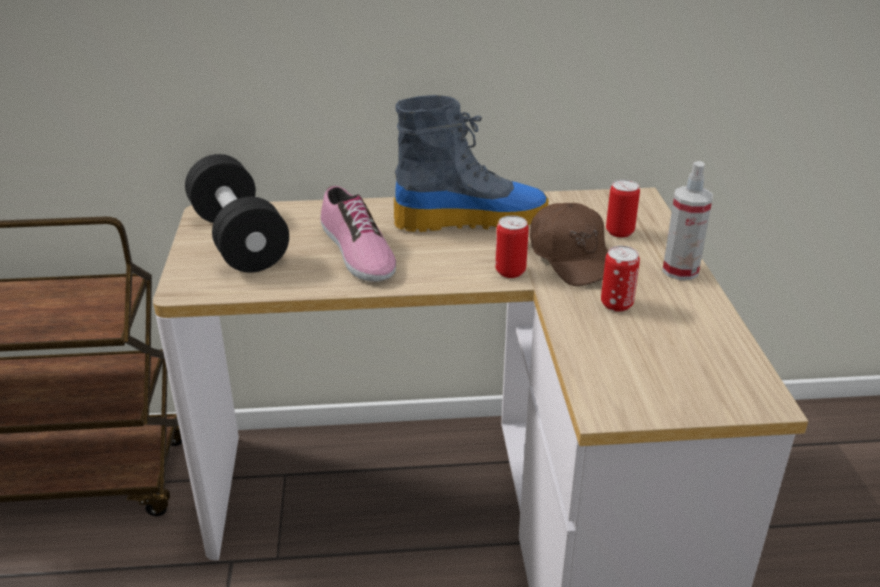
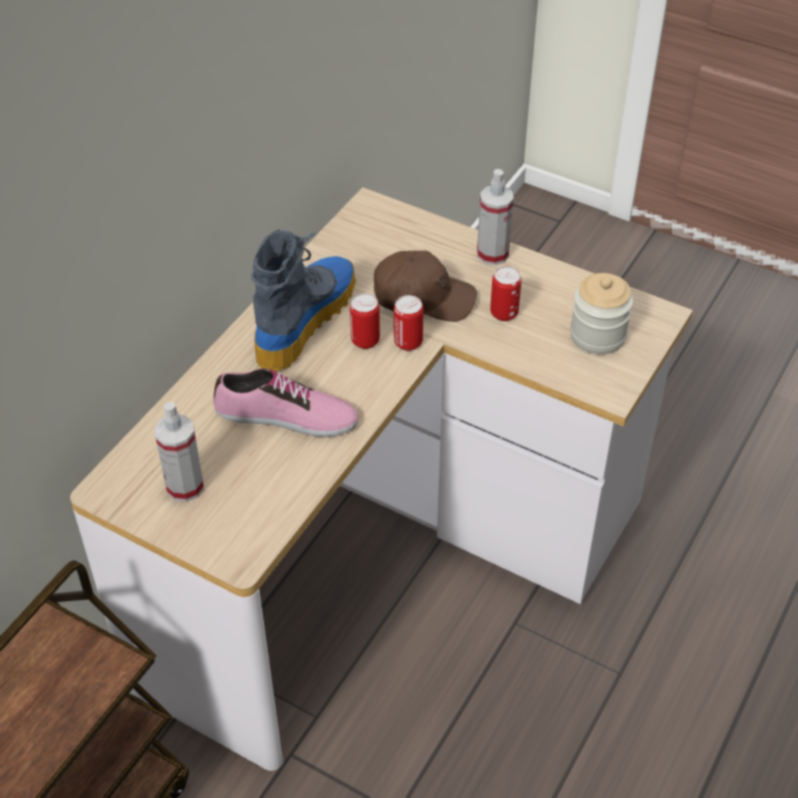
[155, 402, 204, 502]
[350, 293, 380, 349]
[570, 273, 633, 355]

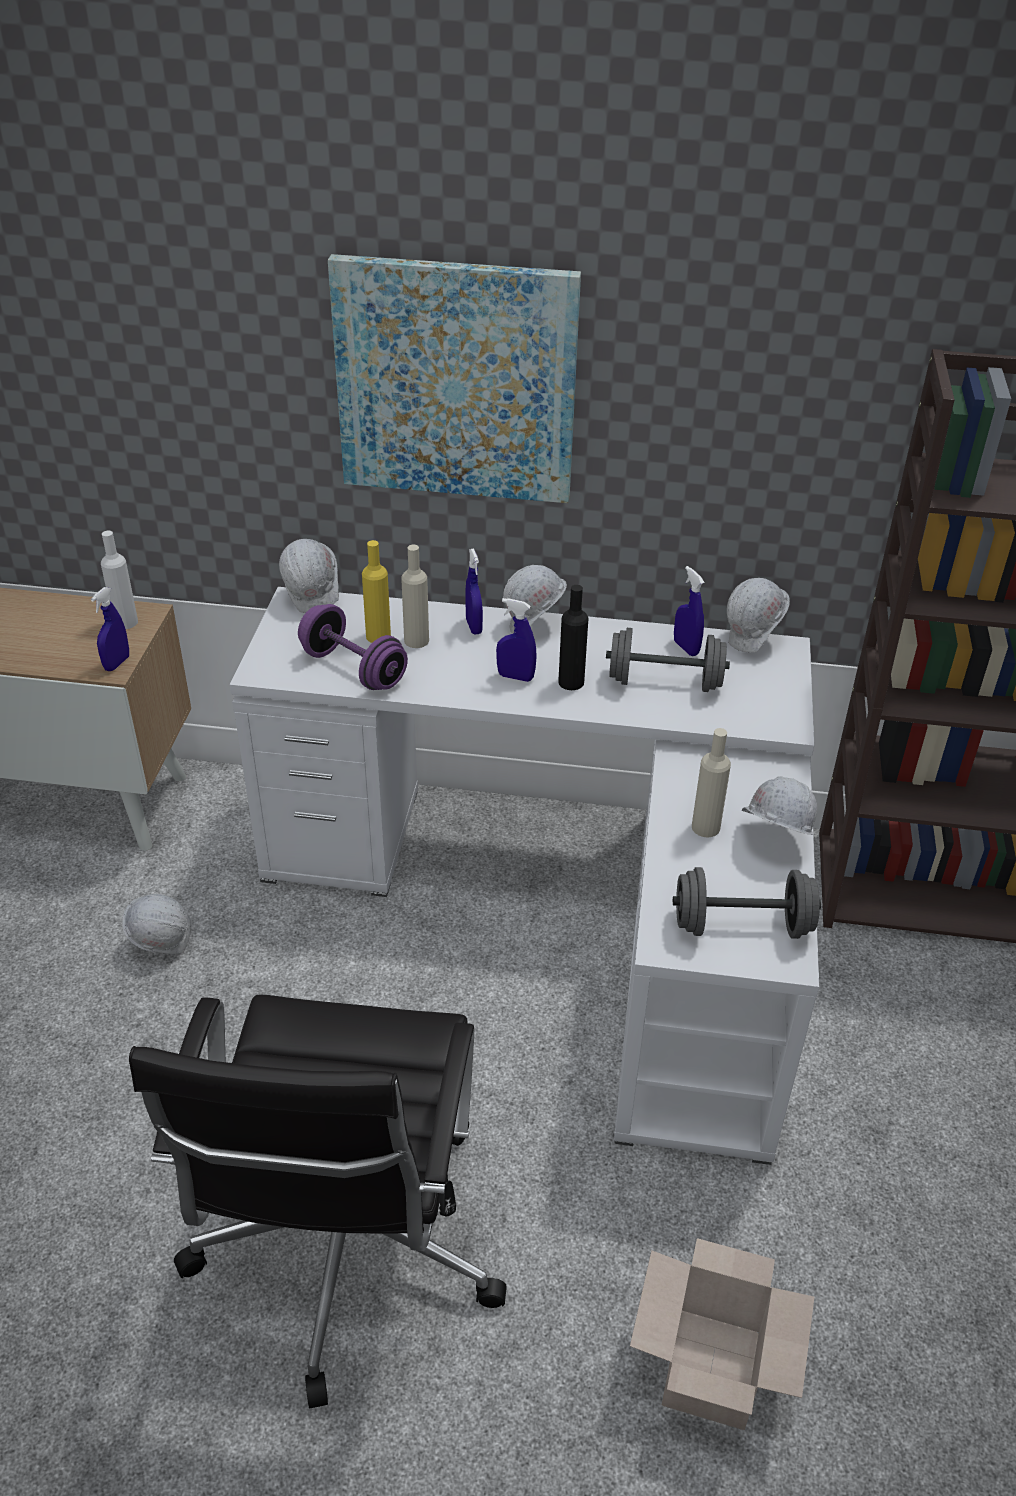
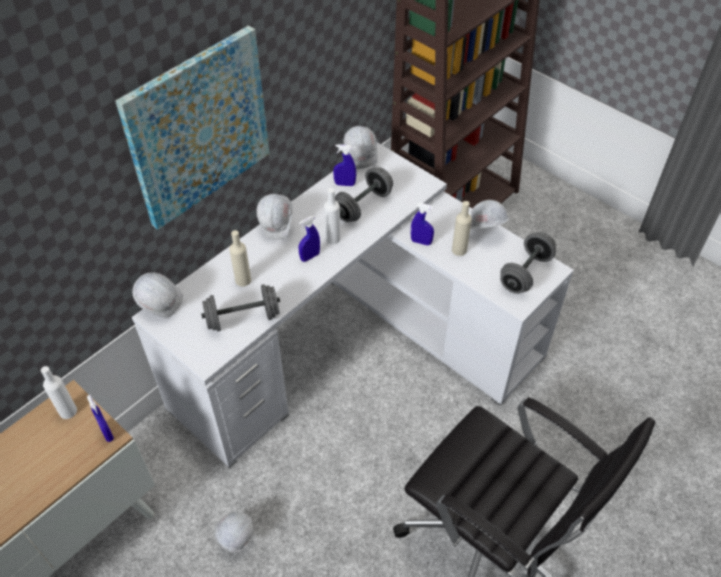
[362, 540, 391, 643] (first image)
[411, 203, 434, 245]
[324, 188, 341, 244]
[201, 284, 280, 332]
[630, 1238, 814, 1430] (first image)

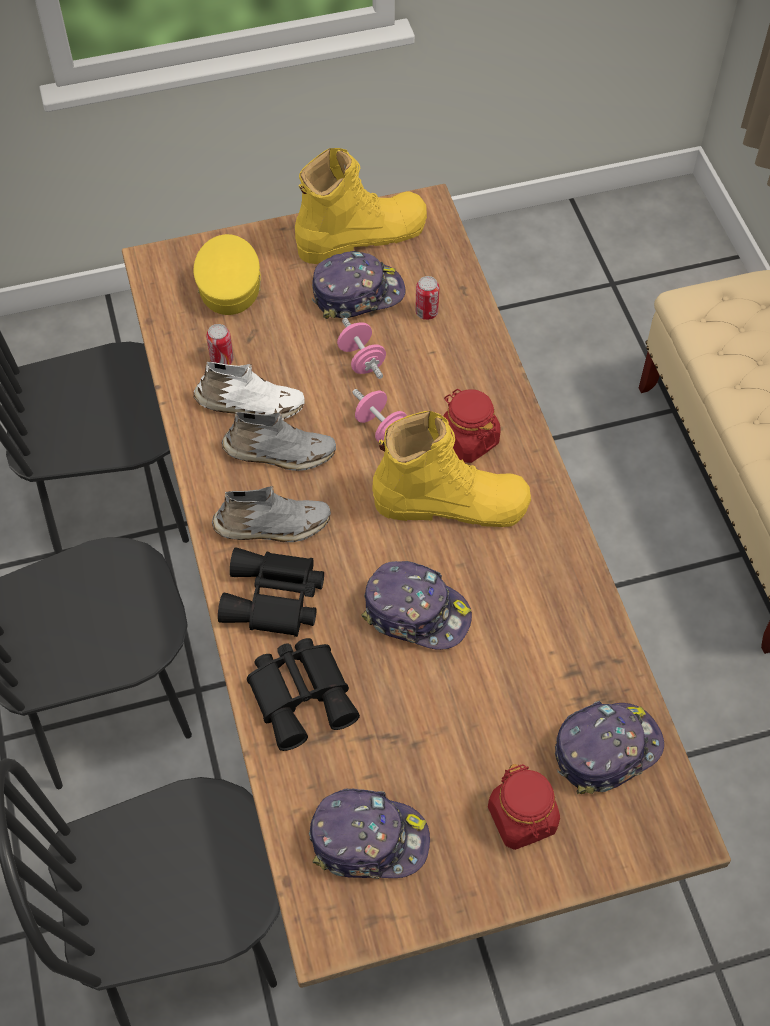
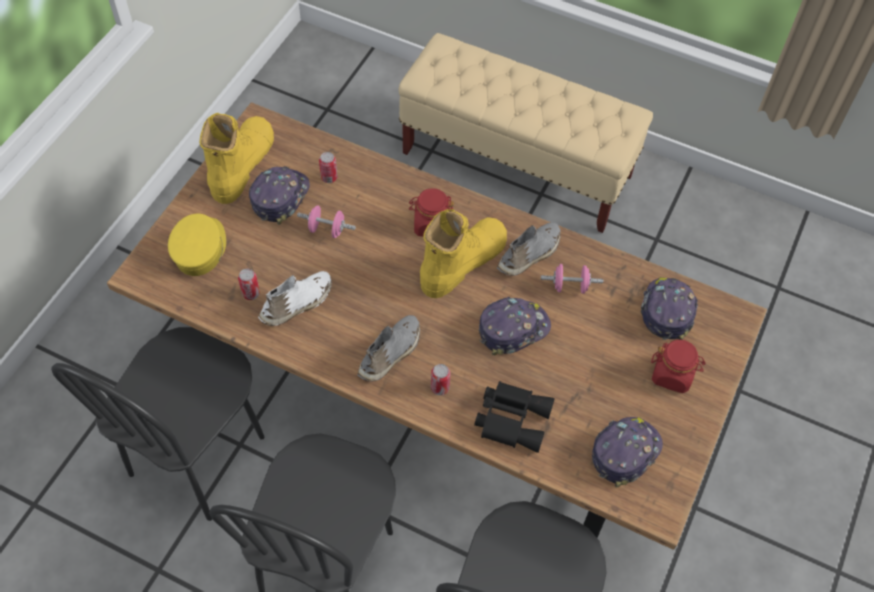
[168, 214, 226, 276]
[541, 264, 603, 294]
[497, 222, 561, 276]
[431, 364, 451, 395]

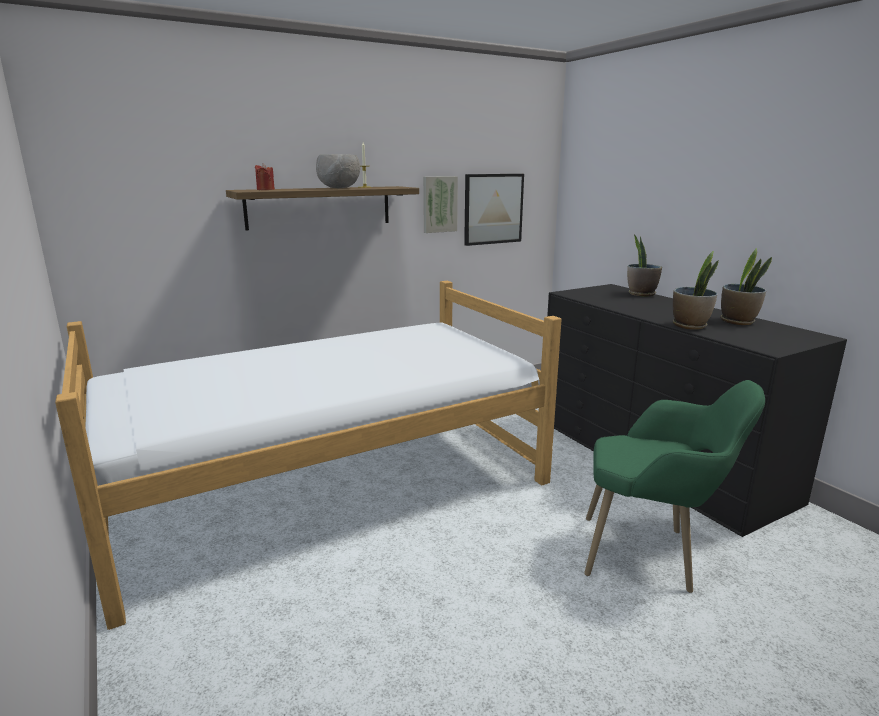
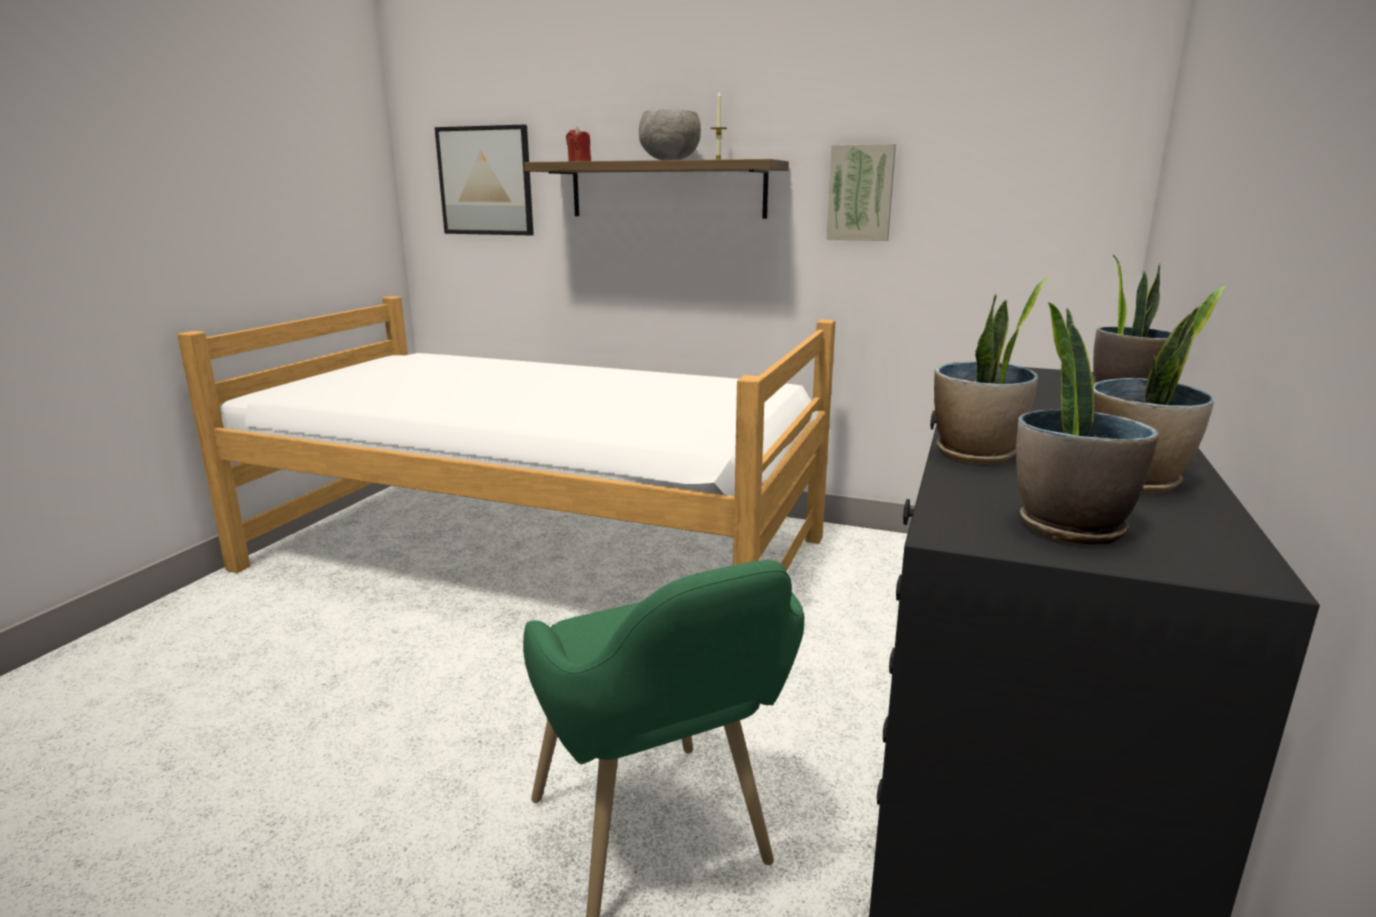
[435, 125, 534, 235]
[1016, 302, 1159, 545]

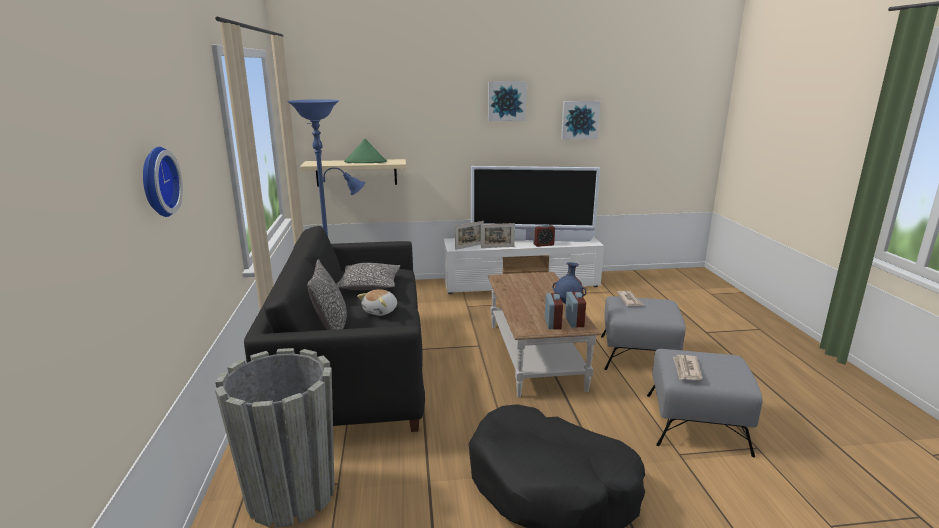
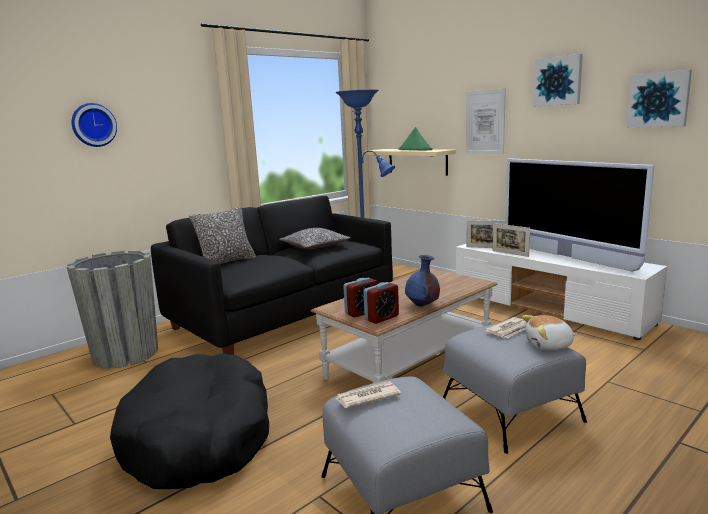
[533, 224, 555, 247] (first image)
[522, 315, 577, 350]
[466, 88, 506, 154]

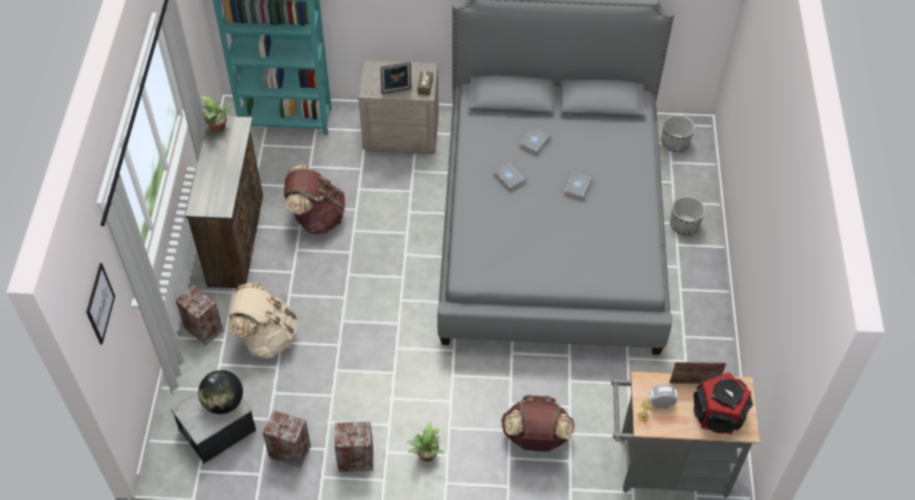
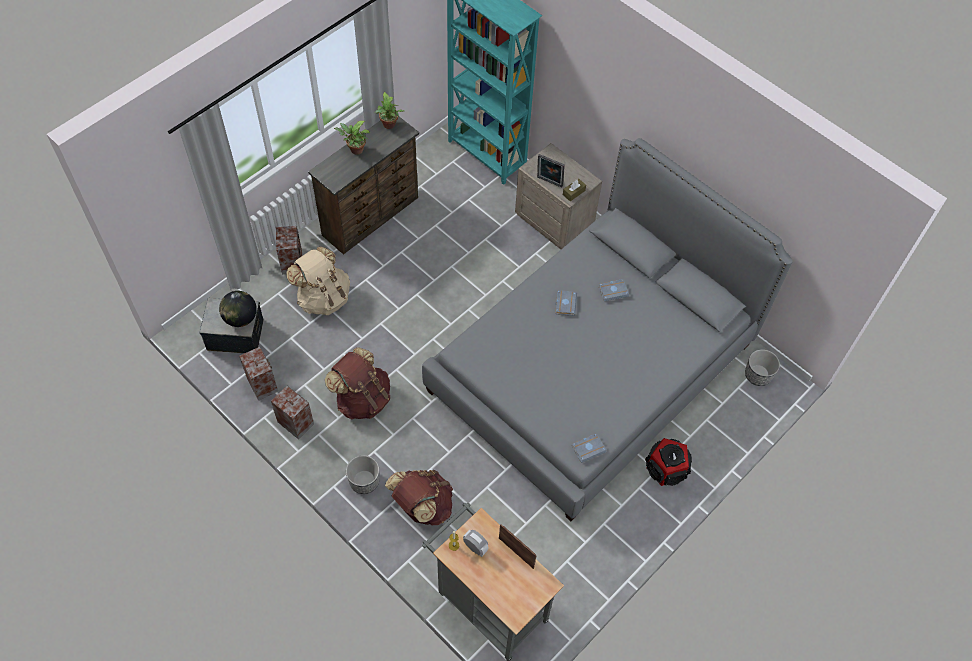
[325, 347, 390, 420]
[572, 433, 607, 463]
[346, 455, 379, 494]
[86, 263, 115, 345] (first image)
[645, 438, 692, 486]
[334, 121, 370, 155]

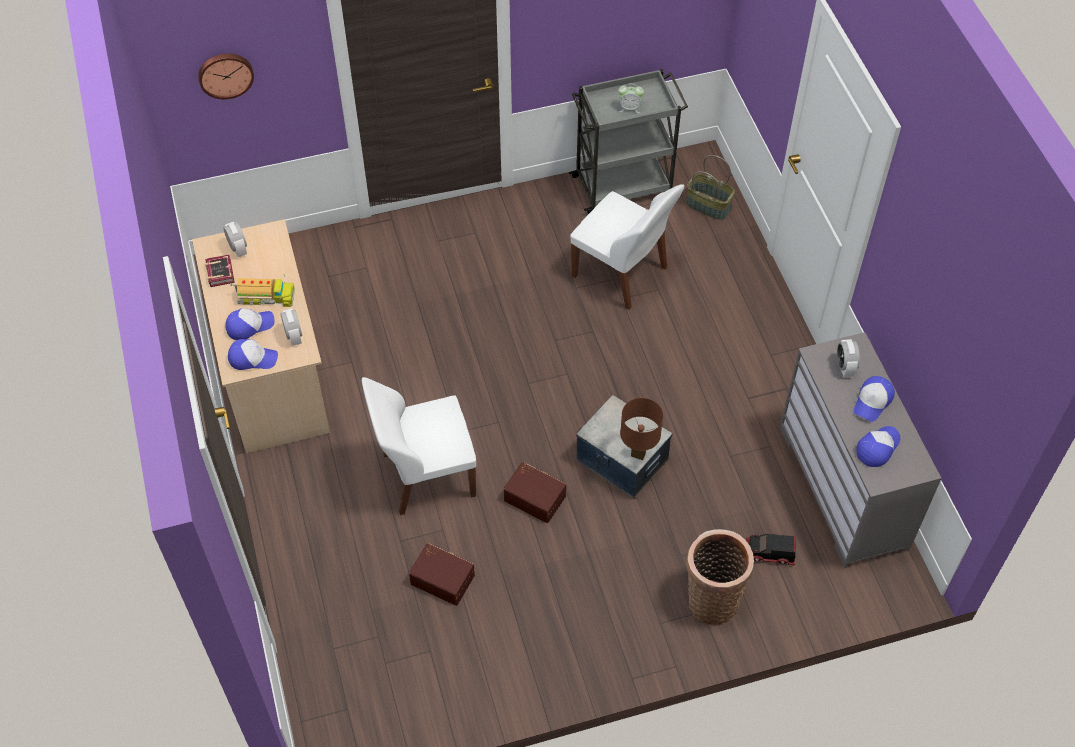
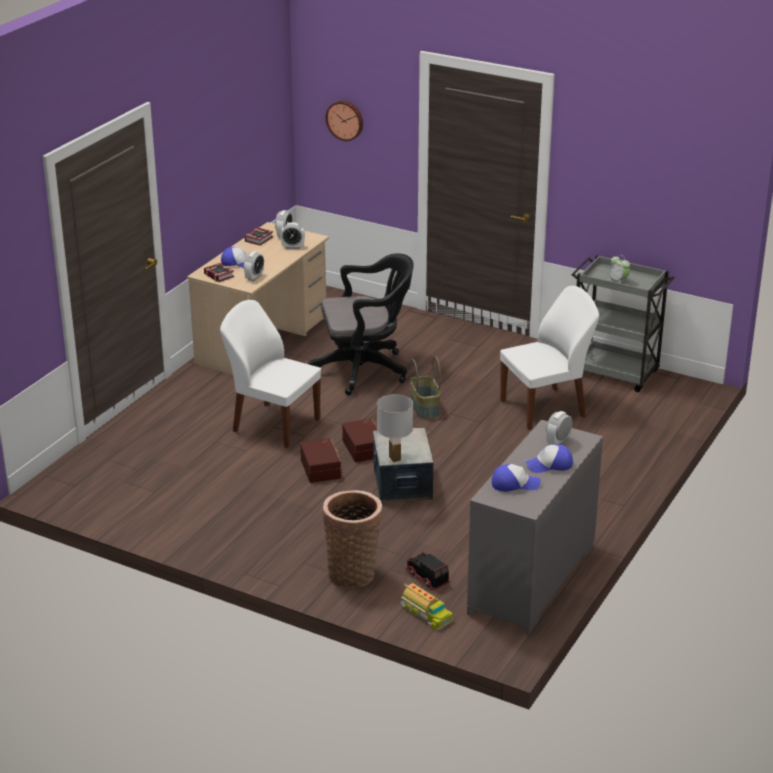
[410, 356, 441, 419]
[500, 286, 599, 430]
[401, 583, 453, 631]
[204, 263, 234, 282]
[377, 394, 413, 462]
[342, 418, 377, 462]
[280, 222, 305, 249]
[308, 253, 414, 395]

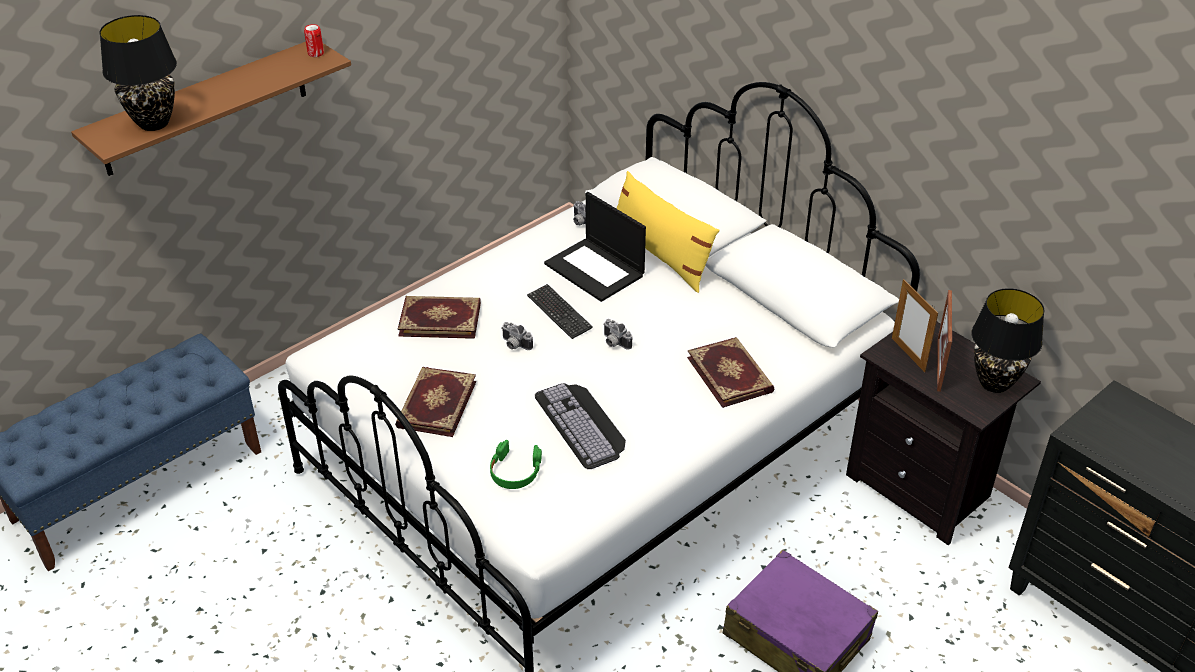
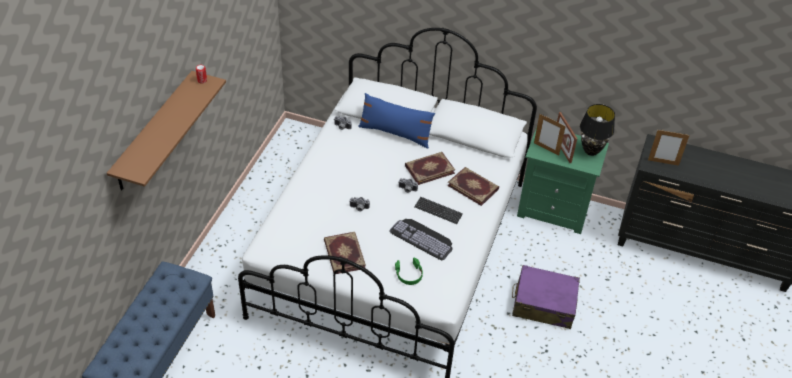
[99, 15, 177, 131] (first image)
[358, 93, 435, 148]
[544, 192, 646, 302] (first image)
[414, 197, 463, 224]
[405, 152, 455, 185]
[517, 127, 609, 234]
[648, 130, 690, 166]

